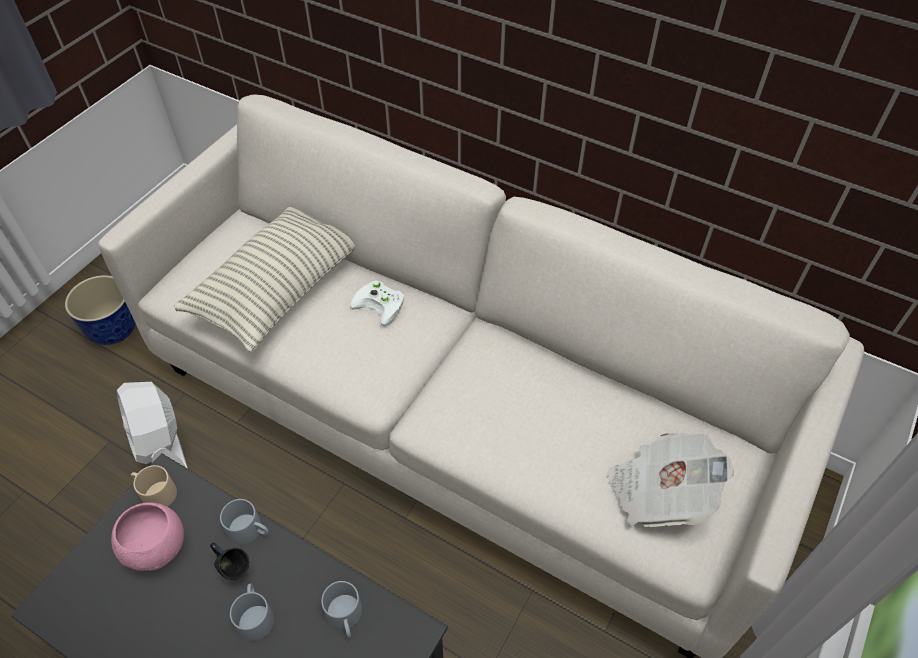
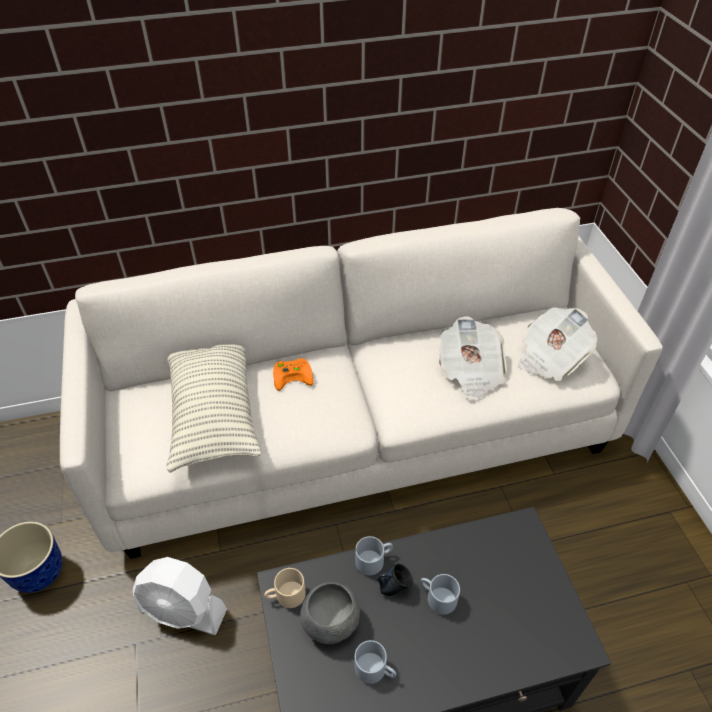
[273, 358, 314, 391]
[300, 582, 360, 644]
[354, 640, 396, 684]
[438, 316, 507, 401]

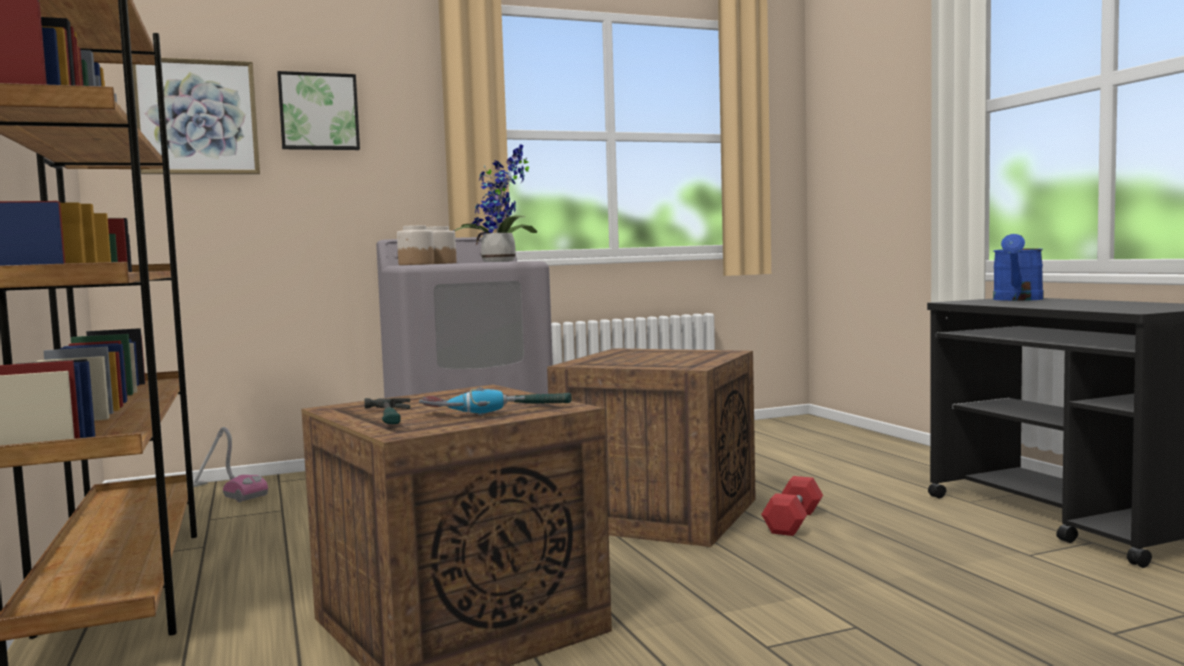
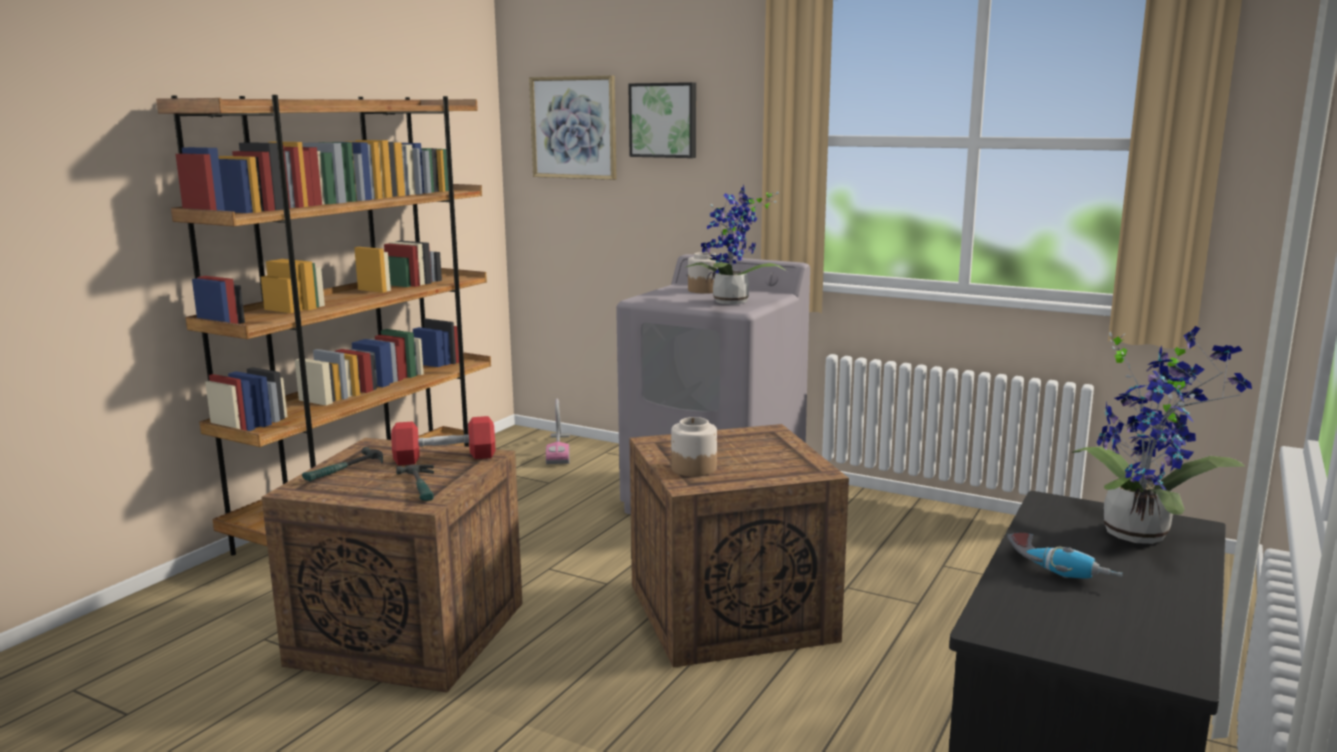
[671, 417, 717, 477]
[1071, 326, 1252, 544]
[1007, 533, 1123, 579]
[391, 416, 495, 466]

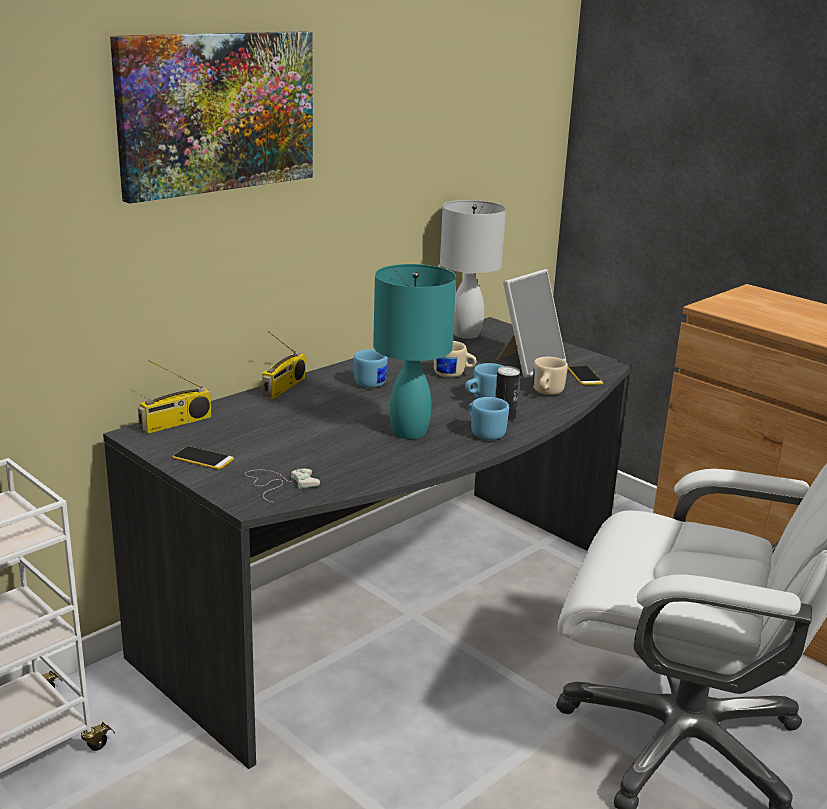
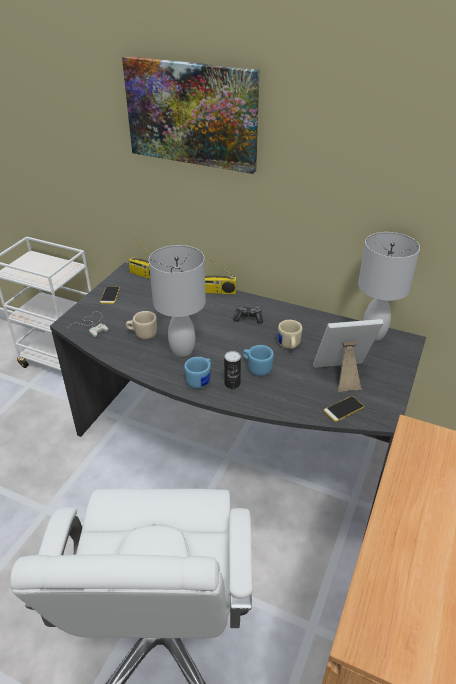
[149, 245, 206, 357]
[313, 319, 384, 392]
[233, 305, 263, 324]
[126, 311, 157, 339]

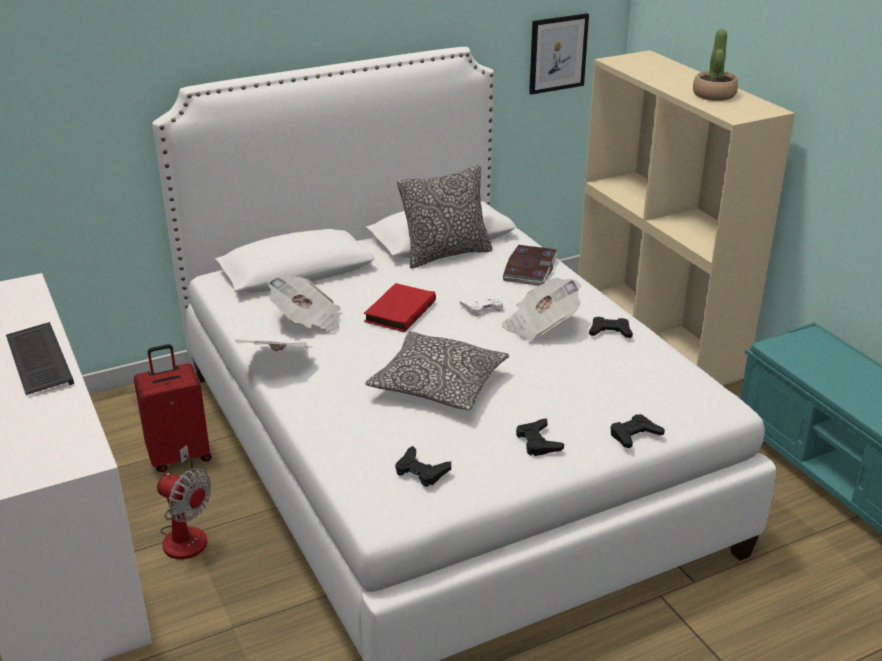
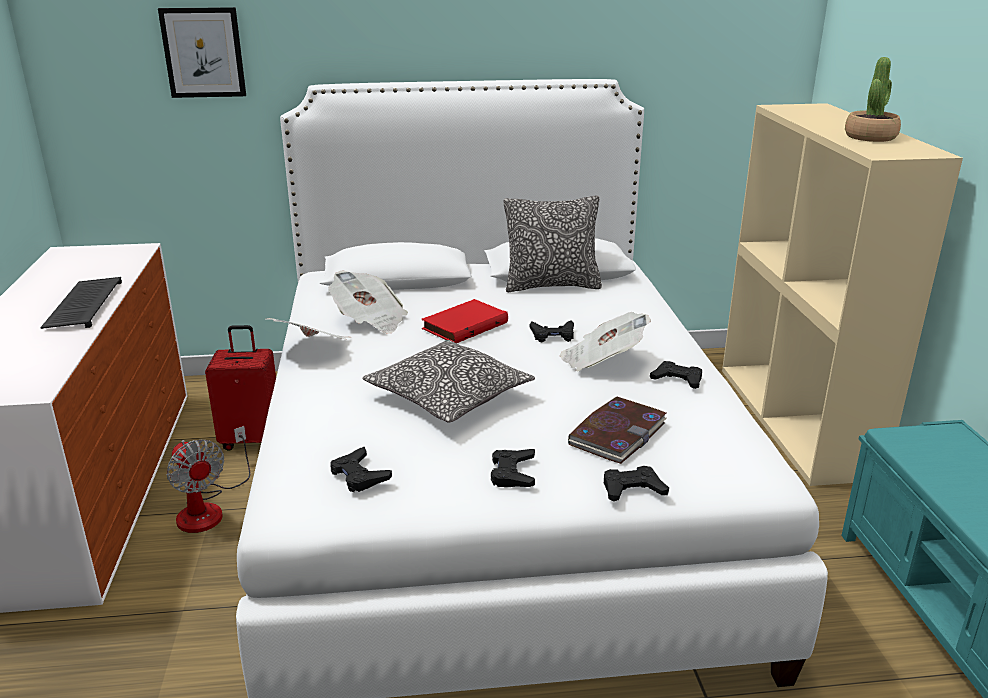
[158, 7, 246, 98]
[568, 397, 667, 464]
[530, 320, 574, 342]

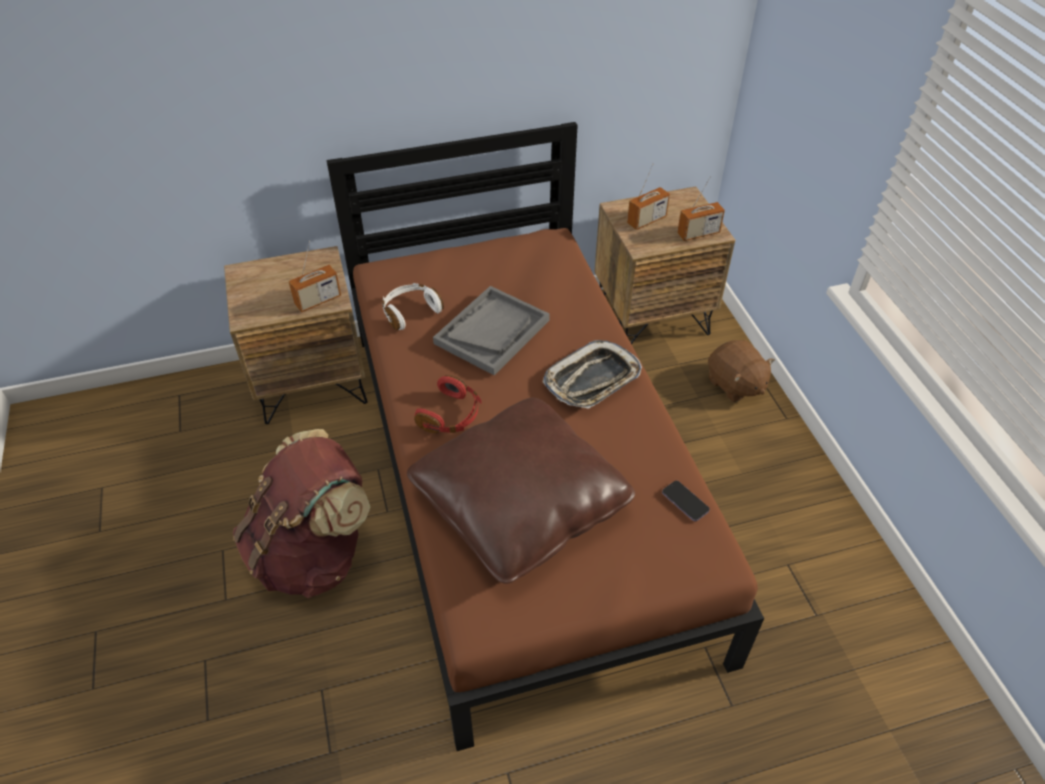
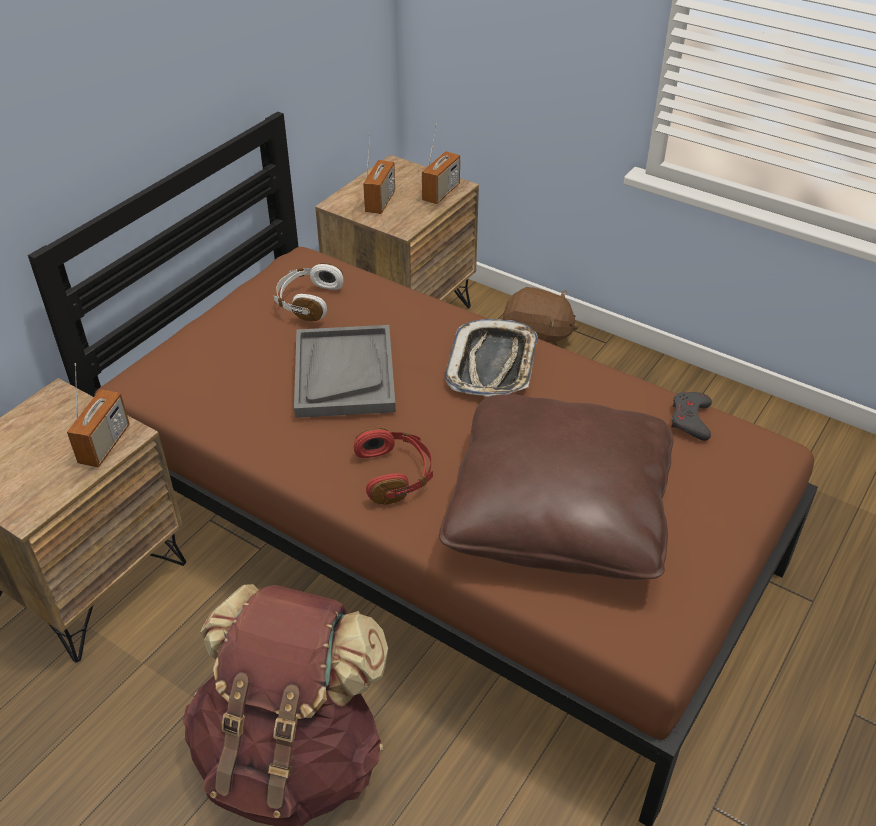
[274, 263, 343, 321]
[671, 392, 712, 441]

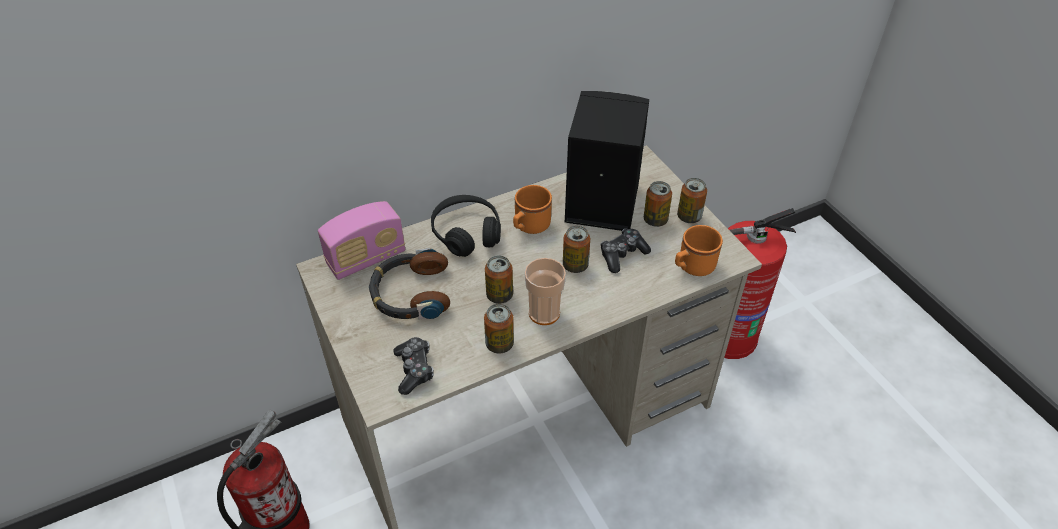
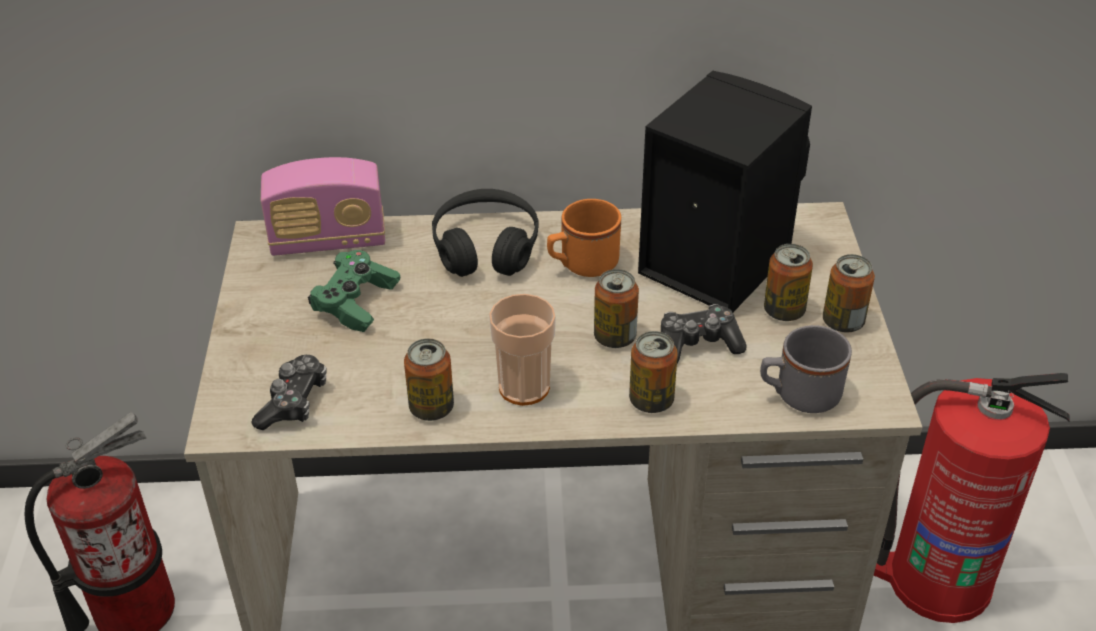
[760, 325, 852, 413]
[308, 250, 400, 332]
[629, 331, 678, 413]

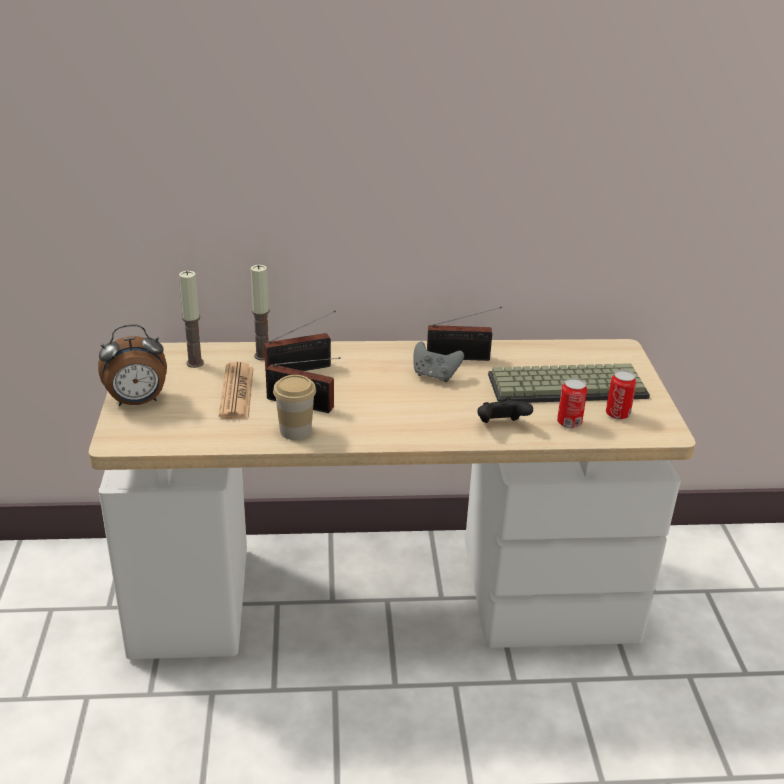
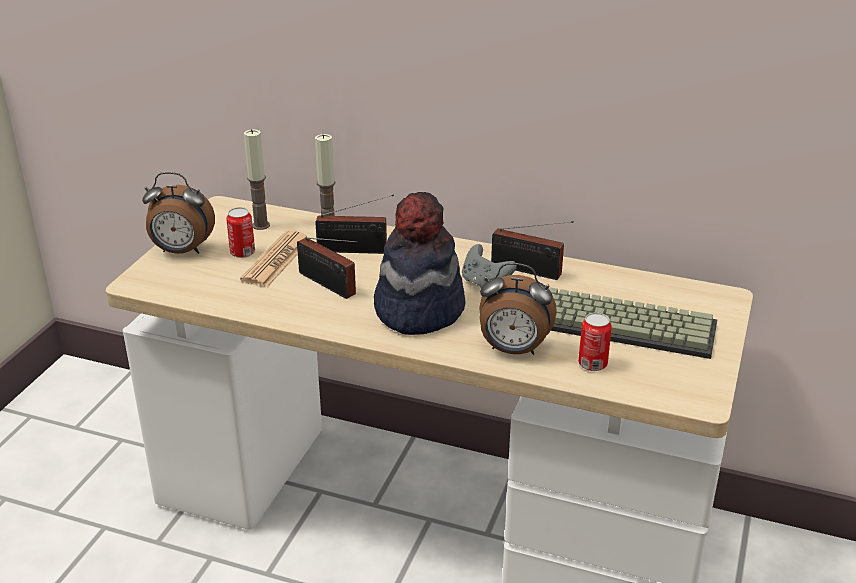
[226, 207, 255, 258]
[273, 375, 316, 440] (first image)
[479, 263, 557, 355]
[374, 192, 465, 335]

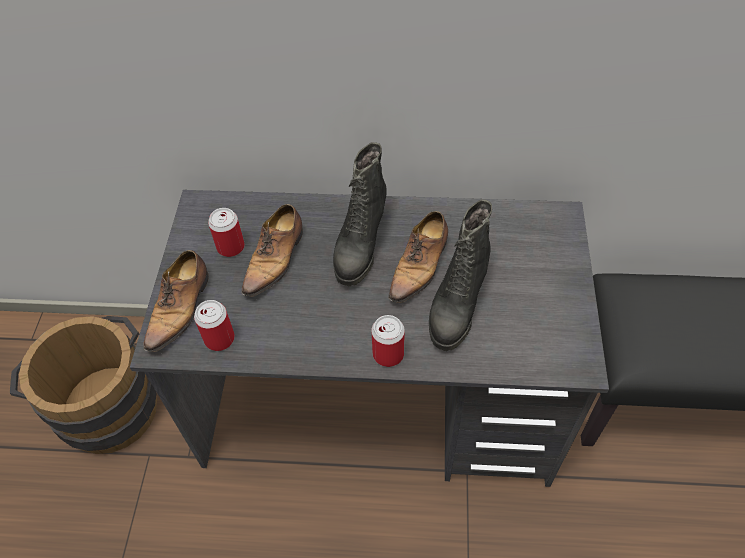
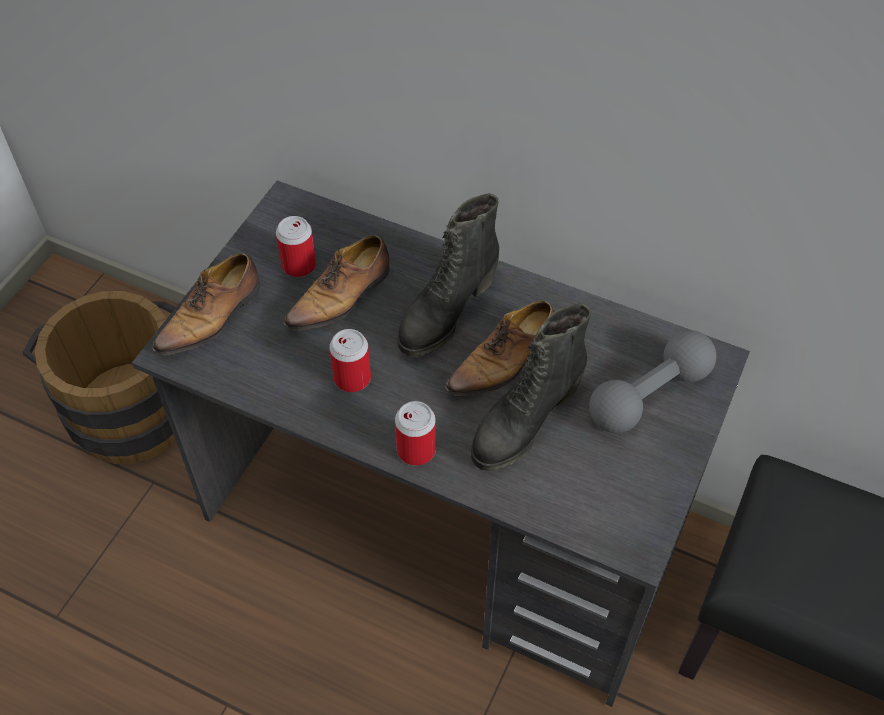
[329, 329, 371, 392]
[589, 330, 717, 433]

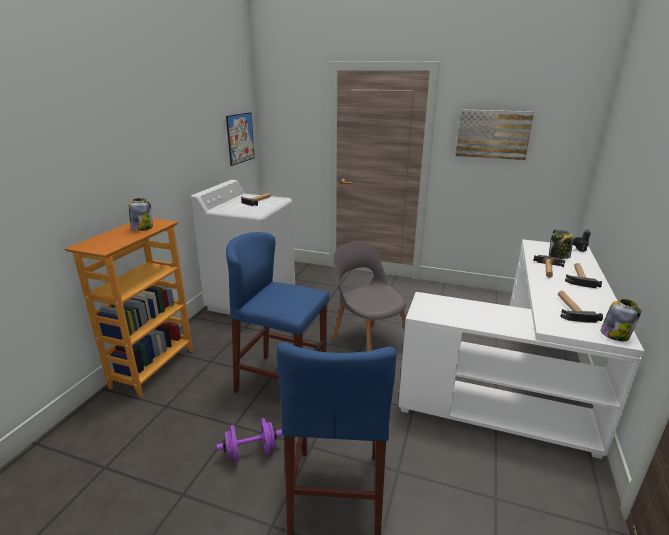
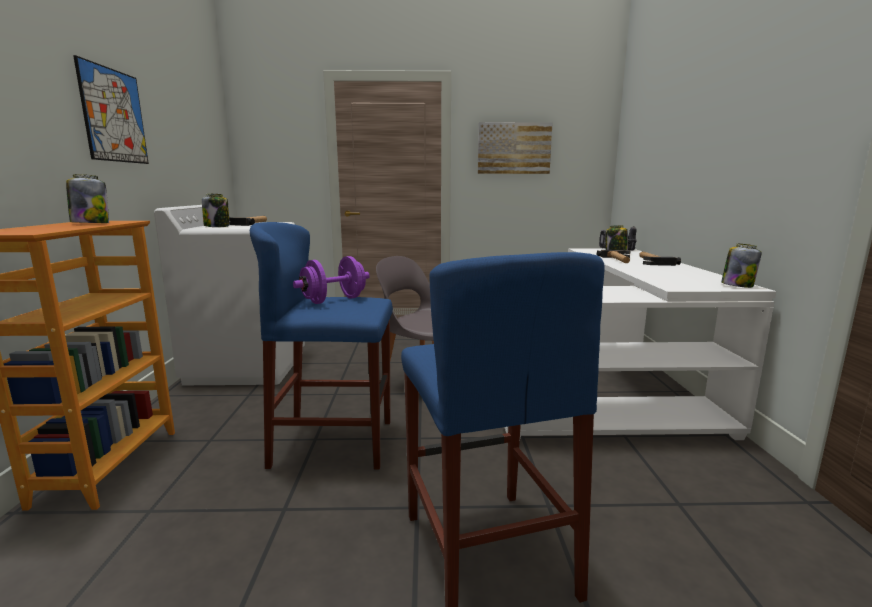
[73, 55, 149, 164]
[558, 291, 603, 323] (first image)
[293, 256, 370, 304]
[202, 194, 230, 227]

